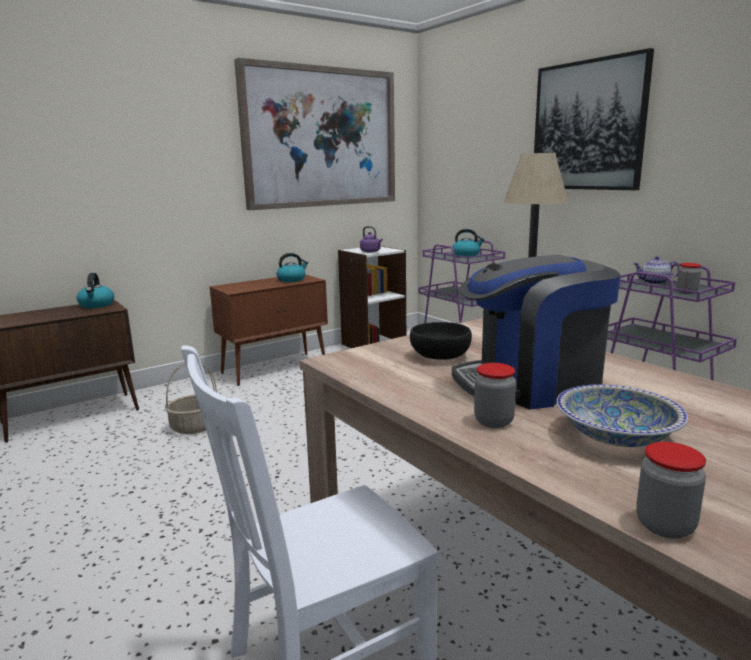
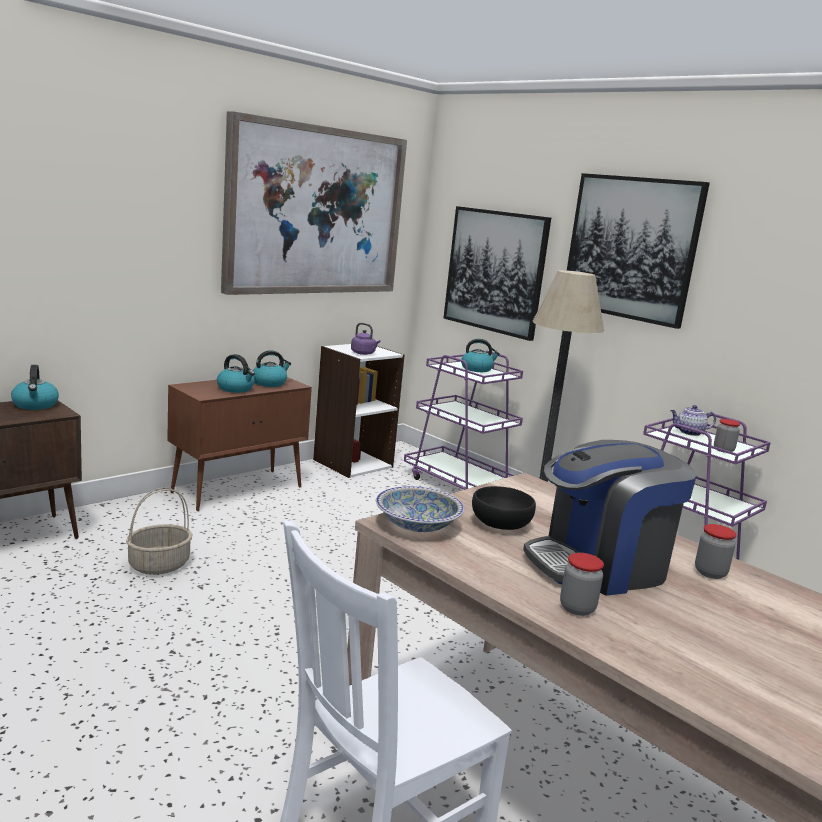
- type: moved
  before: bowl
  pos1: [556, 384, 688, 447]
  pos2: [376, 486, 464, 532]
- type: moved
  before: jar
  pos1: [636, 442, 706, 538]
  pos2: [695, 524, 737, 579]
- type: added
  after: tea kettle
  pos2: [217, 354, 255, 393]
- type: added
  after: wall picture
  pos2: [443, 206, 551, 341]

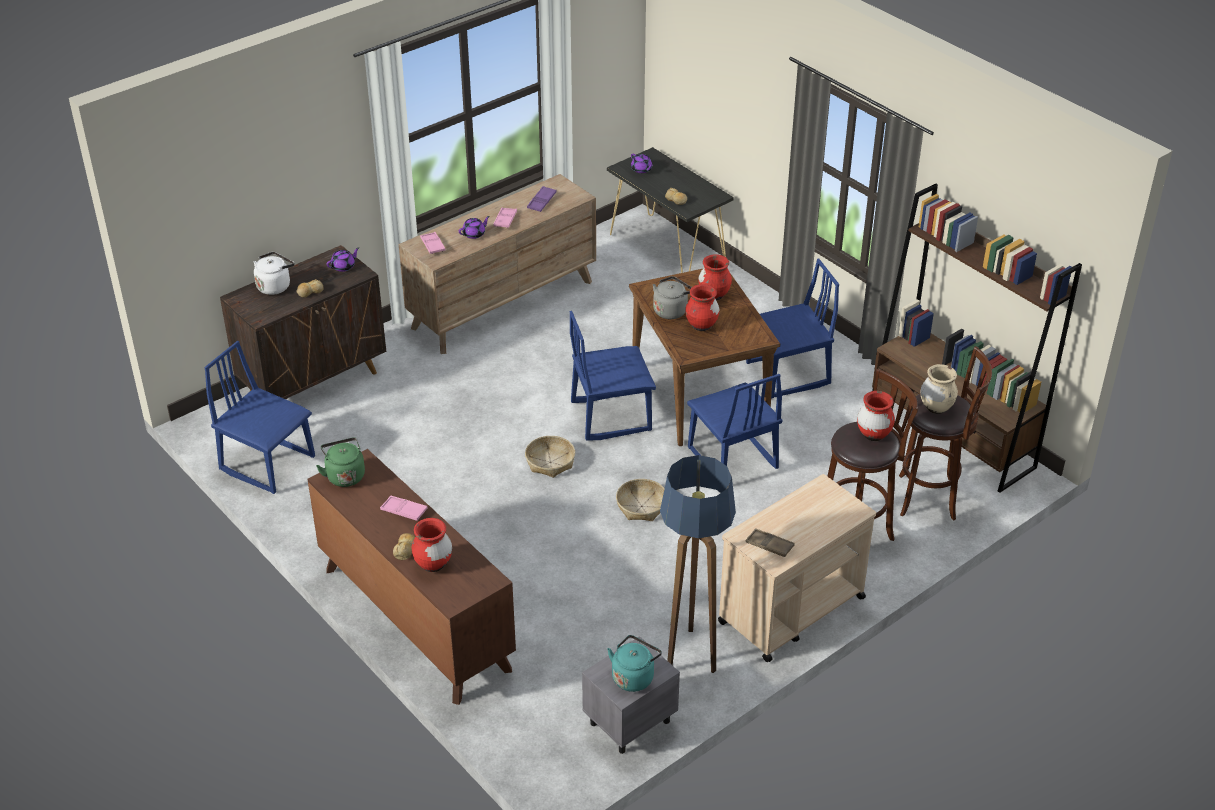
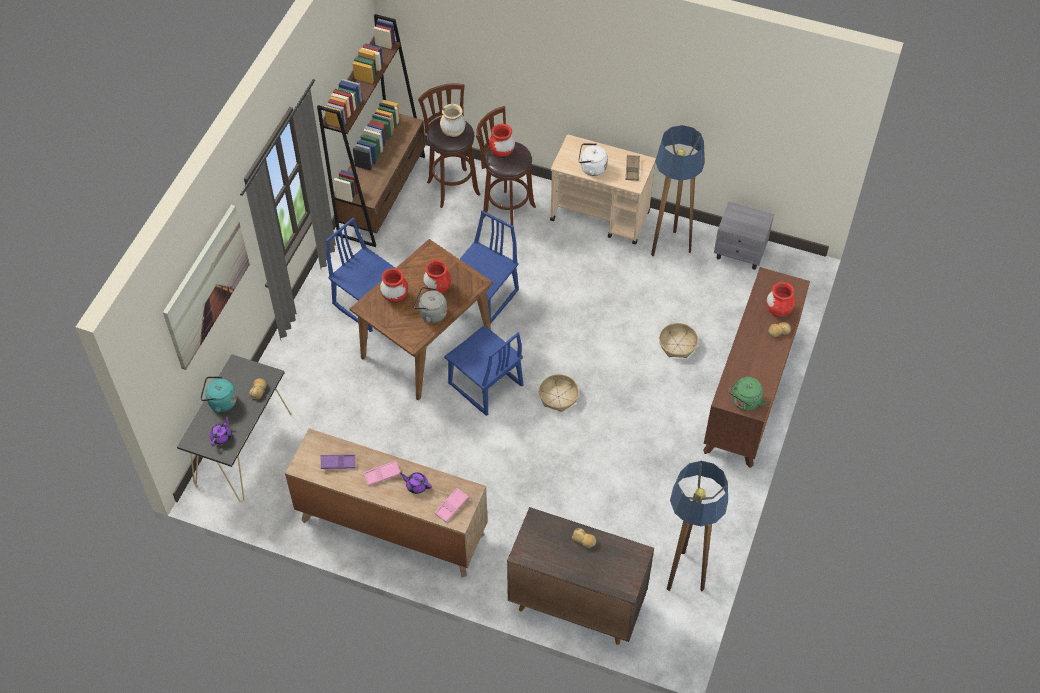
- type: replaced
  before: bluish chair
  after: floor lamp
  pos1: [204, 341, 315, 494]
  pos2: [667, 461, 728, 591]
- type: moved
  before: whitish tea kettle
  pos1: [253, 252, 294, 295]
  pos2: [578, 143, 608, 176]
- type: removed
  before: purplish pot for tea
  pos1: [326, 247, 359, 272]
- type: removed
  before: pink tray
  pos1: [380, 496, 428, 521]
- type: moved
  before: turquoise-coloured tea kettle
  pos1: [607, 635, 662, 692]
  pos2: [200, 376, 237, 413]
- type: moved
  before: household basket
  pos1: [616, 479, 665, 521]
  pos2: [659, 323, 698, 358]
- type: added
  after: wall picture
  pos2: [163, 205, 250, 370]

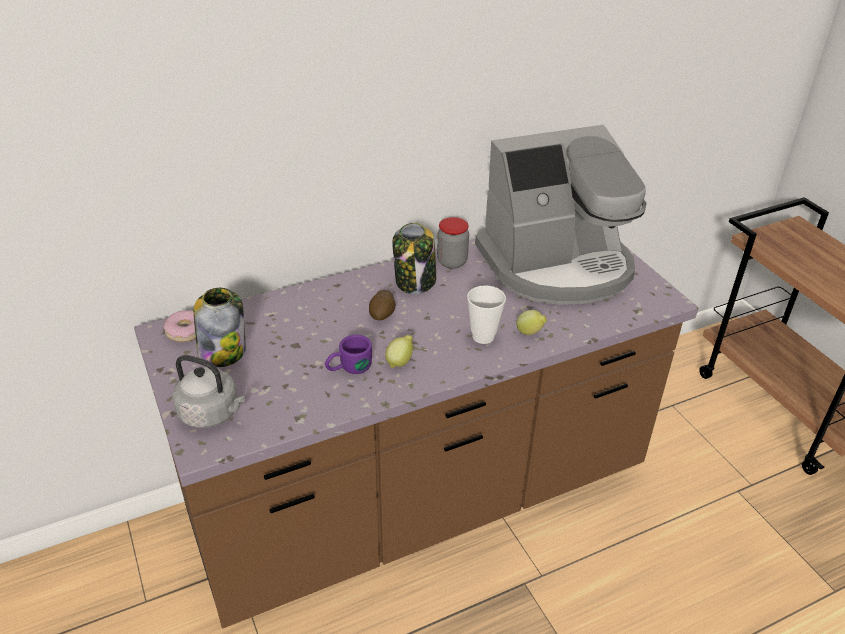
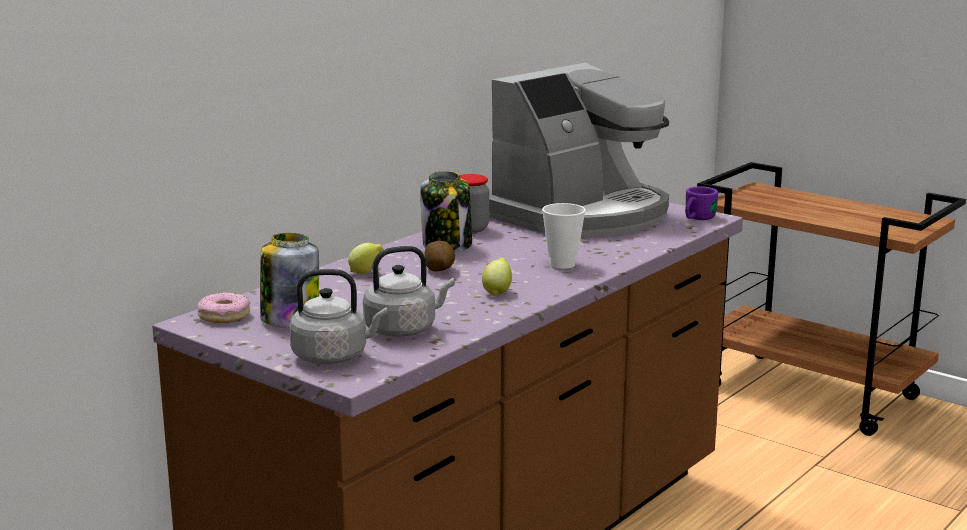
- type: moved
  before: purplish tea mug
  pos1: [325, 334, 372, 374]
  pos2: [685, 186, 718, 220]
- type: moved
  before: lemon
  pos1: [516, 310, 547, 335]
  pos2: [348, 243, 384, 274]
- type: added
  after: grey tea kettle
  pos2: [363, 246, 455, 337]

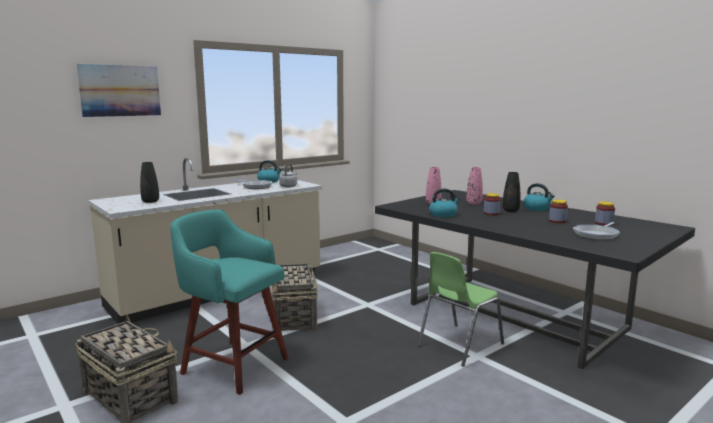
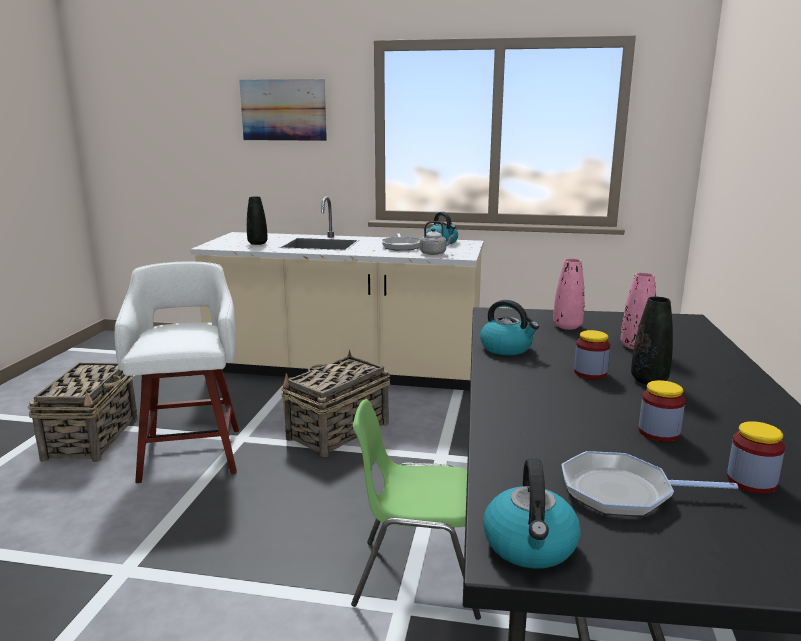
- type: recoloured
  before: turquoise-coloured stool seat
  after: whitish stool seat
  pos1: [170, 210, 289, 395]
  pos2: [115, 262, 239, 483]
- type: moved
  before: tea kettle
  pos1: [523, 183, 555, 211]
  pos2: [483, 458, 581, 569]

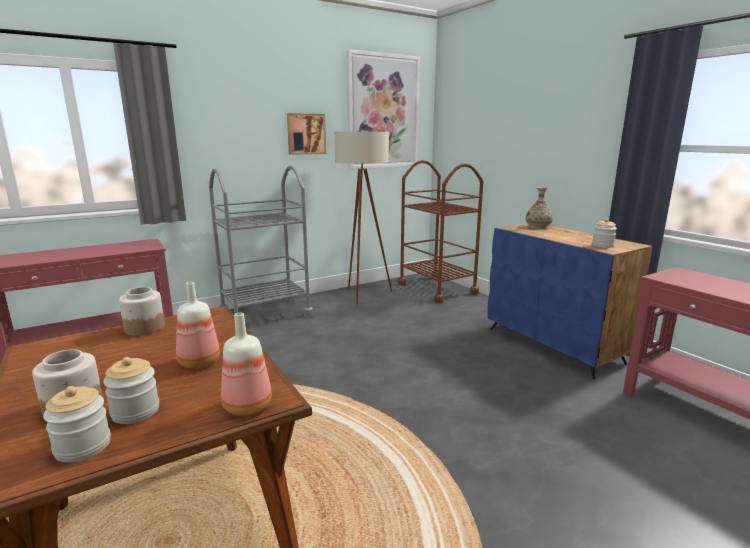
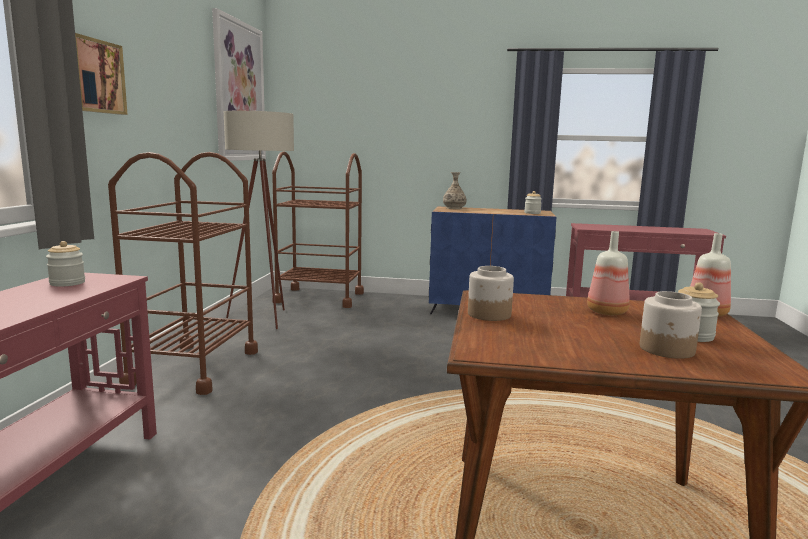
- type: moved
  before: jar
  pos1: [43, 386, 111, 463]
  pos2: [46, 241, 85, 287]
- type: recoloured
  before: grey wheeled cart
  after: brown wheeled cart
  pos1: [209, 166, 313, 317]
  pos2: [108, 152, 258, 395]
- type: moved
  before: wall picture
  pos1: [287, 113, 326, 155]
  pos2: [75, 33, 128, 115]

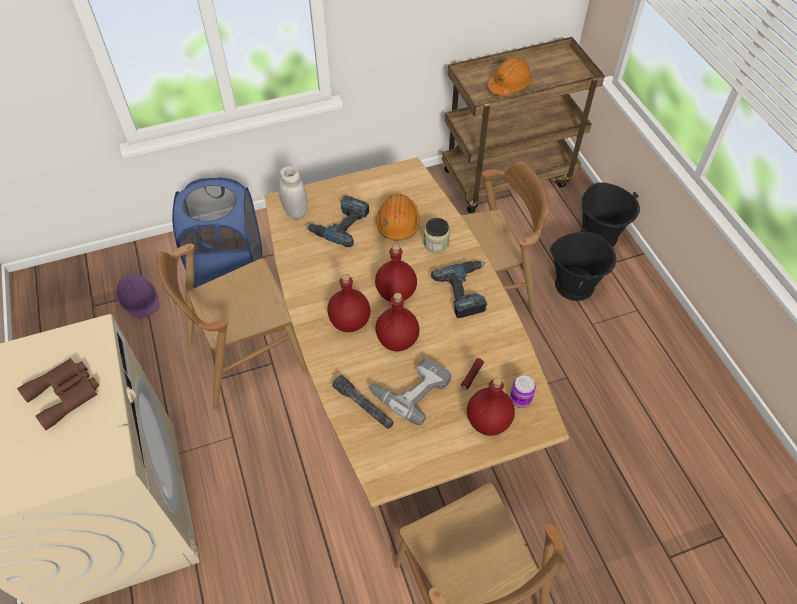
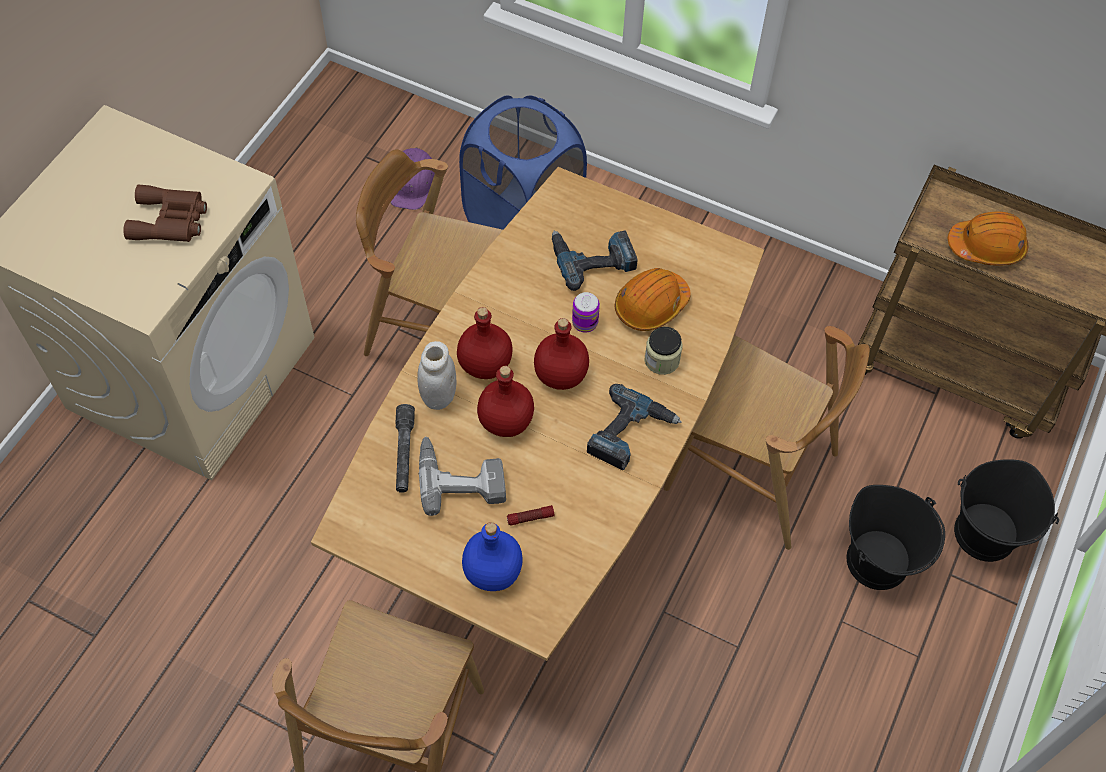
- type: moved
  before: whitish jar
  pos1: [279, 166, 308, 219]
  pos2: [417, 341, 457, 410]
- type: recoloured
  before: red-coloured drink bottle
  after: bluish drink bottle
  pos1: [467, 377, 515, 436]
  pos2: [462, 522, 523, 591]
- type: moved
  before: metal can
  pos1: [510, 375, 536, 408]
  pos2: [572, 292, 600, 333]

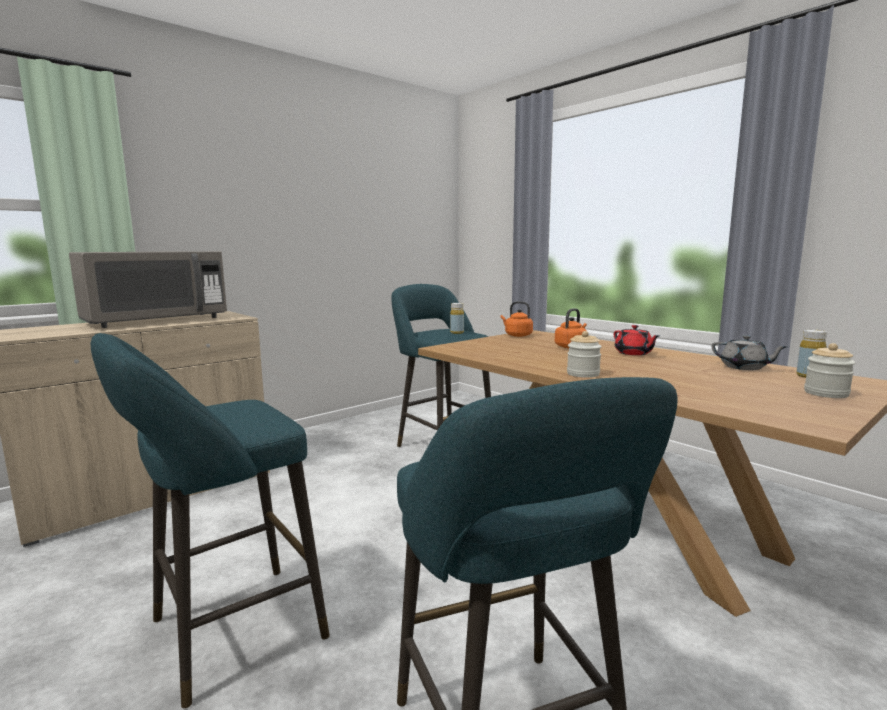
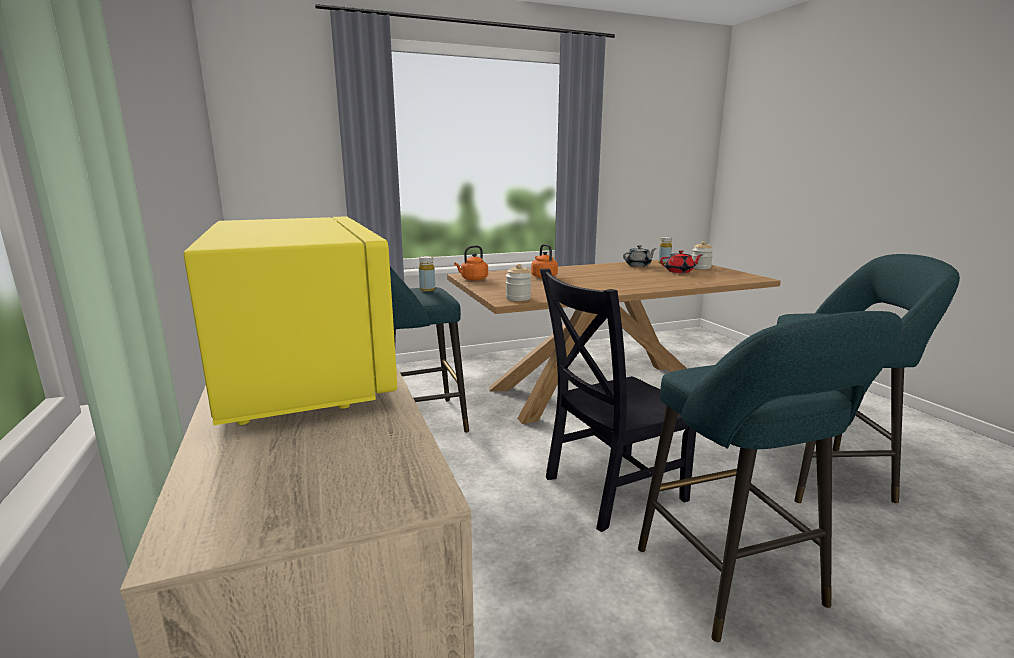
- type: recoloured
  before: grey microwave
  after: yellowish microwave
  pos1: [69, 251, 227, 328]
  pos2: [183, 216, 397, 425]
- type: moved
  before: jar
  pos1: [567, 331, 602, 378]
  pos2: [506, 264, 532, 301]
- type: moved
  before: red-coloured pot for tea
  pos1: [614, 325, 660, 355]
  pos2: [660, 250, 702, 273]
- type: added
  after: black chair
  pos2: [540, 269, 696, 532]

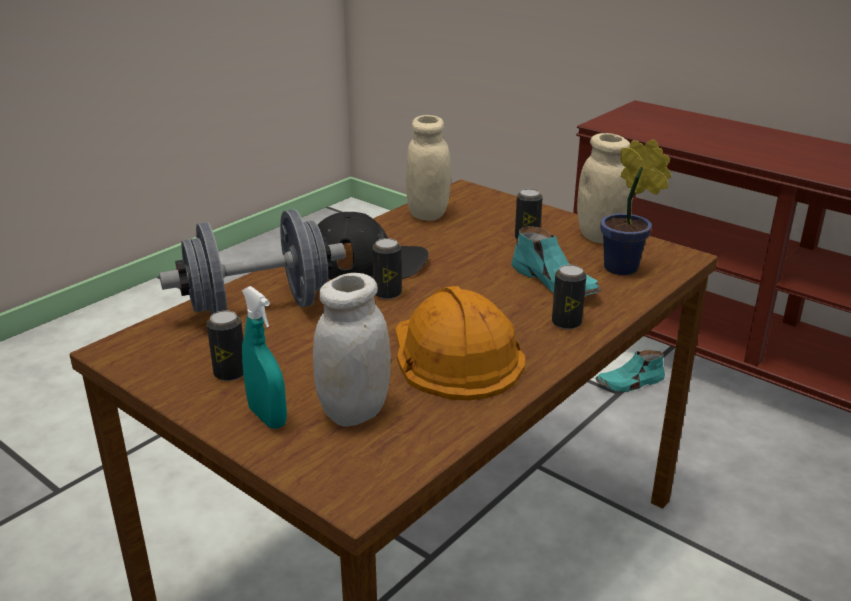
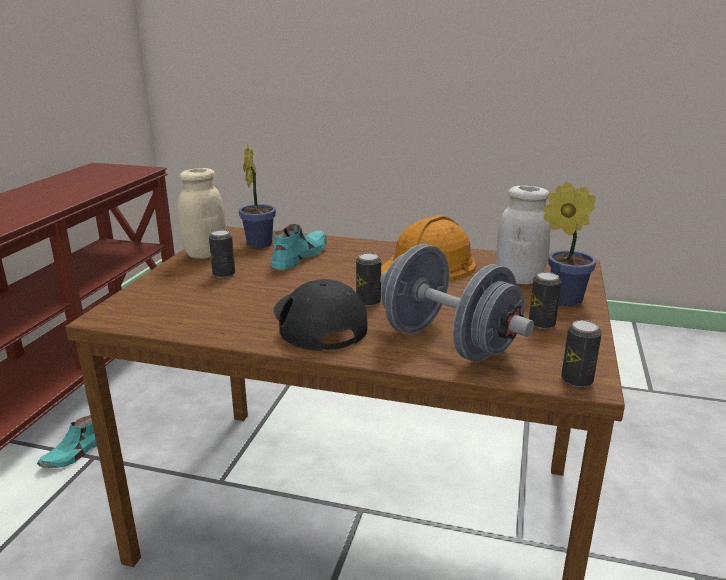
- type: replaced
  before: turquoise-coloured hand sprayer
  after: plant in a pot
  pos1: [242, 286, 287, 429]
  pos2: [543, 182, 596, 306]
- type: removed
  before: beige jar
  pos1: [406, 115, 451, 221]
- type: moved
  before: metal can
  pos1: [552, 265, 587, 329]
  pos2: [561, 320, 602, 387]
- type: turned
  before: turquoise-coloured low shoe
  pos1: [595, 350, 665, 392]
  pos2: [37, 415, 97, 468]
  turn: 75

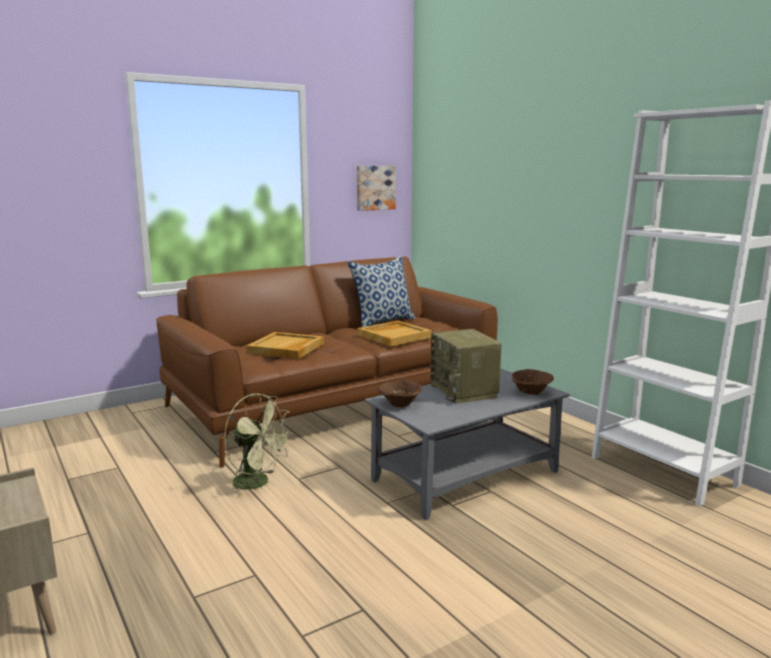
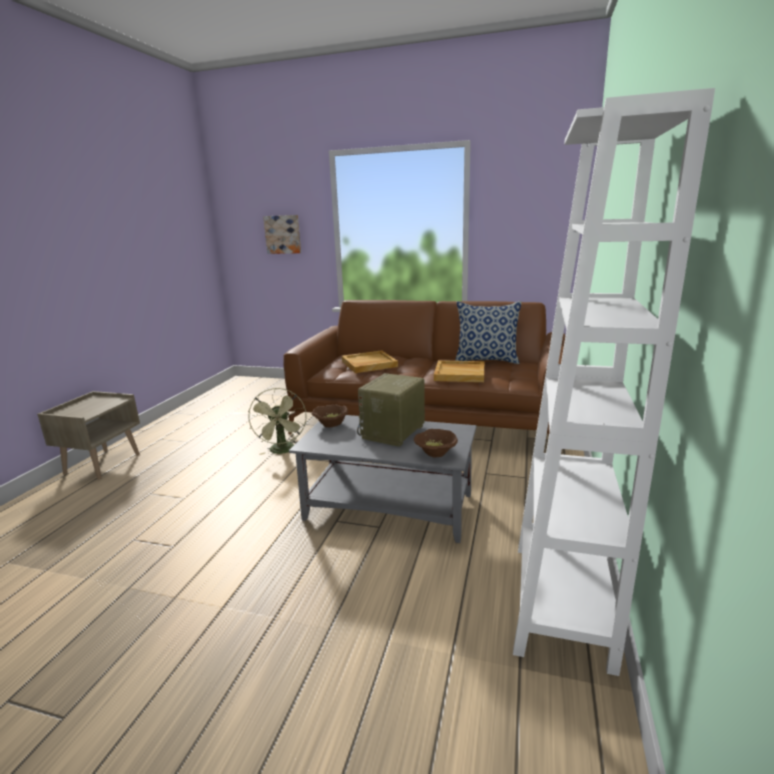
- type: moved
  before: wall picture
  pos1: [357, 166, 396, 211]
  pos2: [263, 215, 301, 254]

